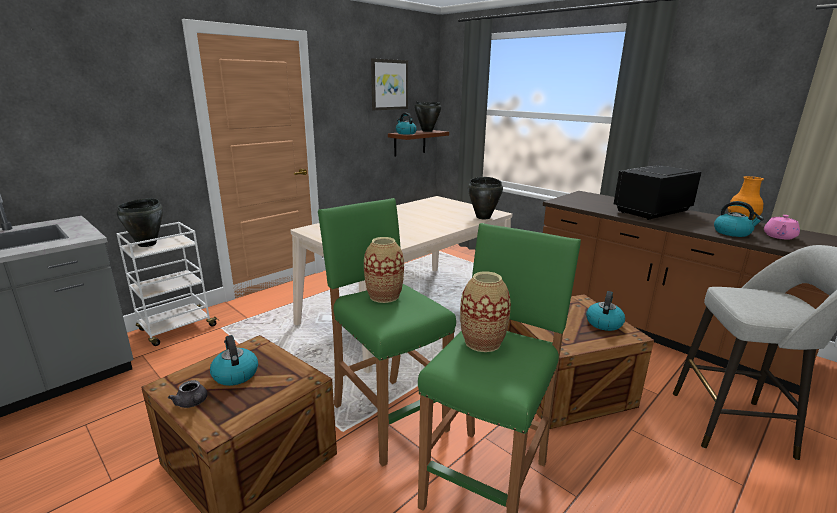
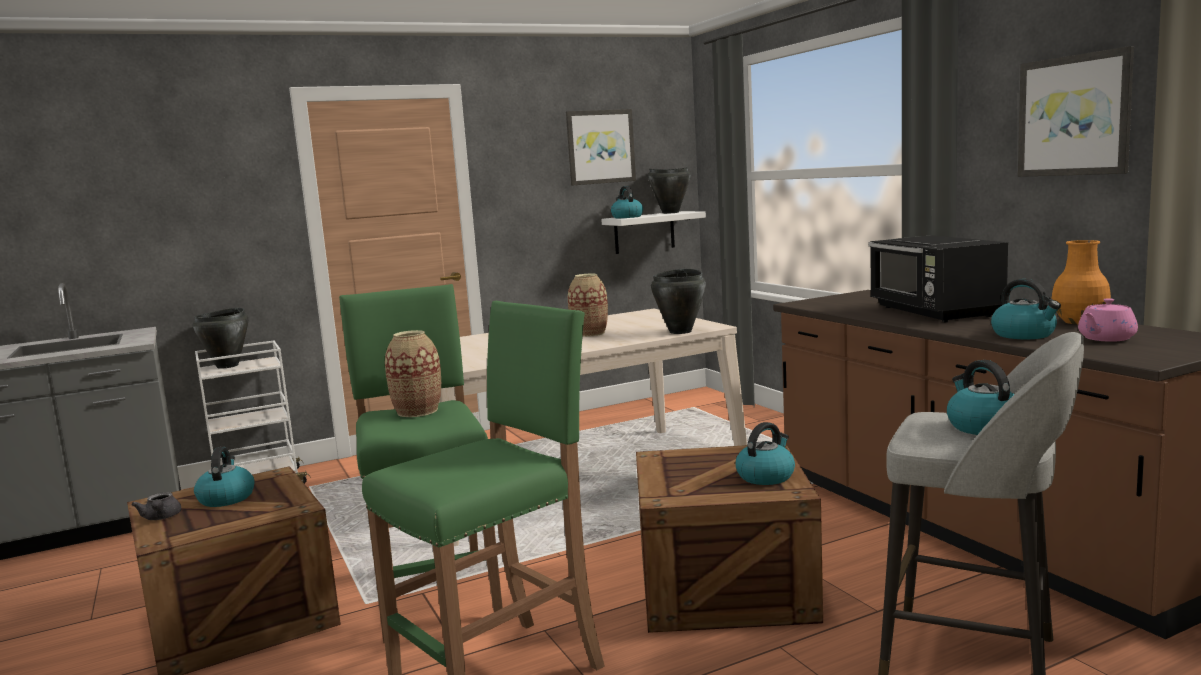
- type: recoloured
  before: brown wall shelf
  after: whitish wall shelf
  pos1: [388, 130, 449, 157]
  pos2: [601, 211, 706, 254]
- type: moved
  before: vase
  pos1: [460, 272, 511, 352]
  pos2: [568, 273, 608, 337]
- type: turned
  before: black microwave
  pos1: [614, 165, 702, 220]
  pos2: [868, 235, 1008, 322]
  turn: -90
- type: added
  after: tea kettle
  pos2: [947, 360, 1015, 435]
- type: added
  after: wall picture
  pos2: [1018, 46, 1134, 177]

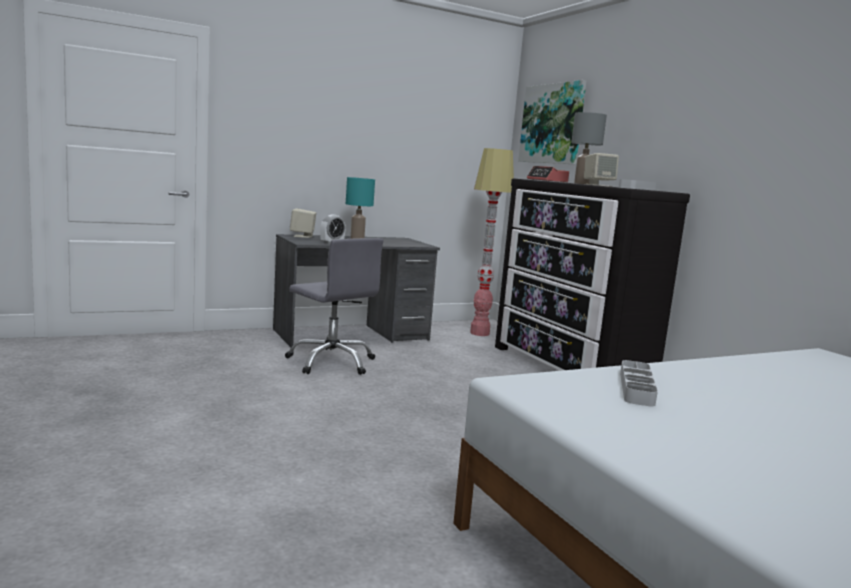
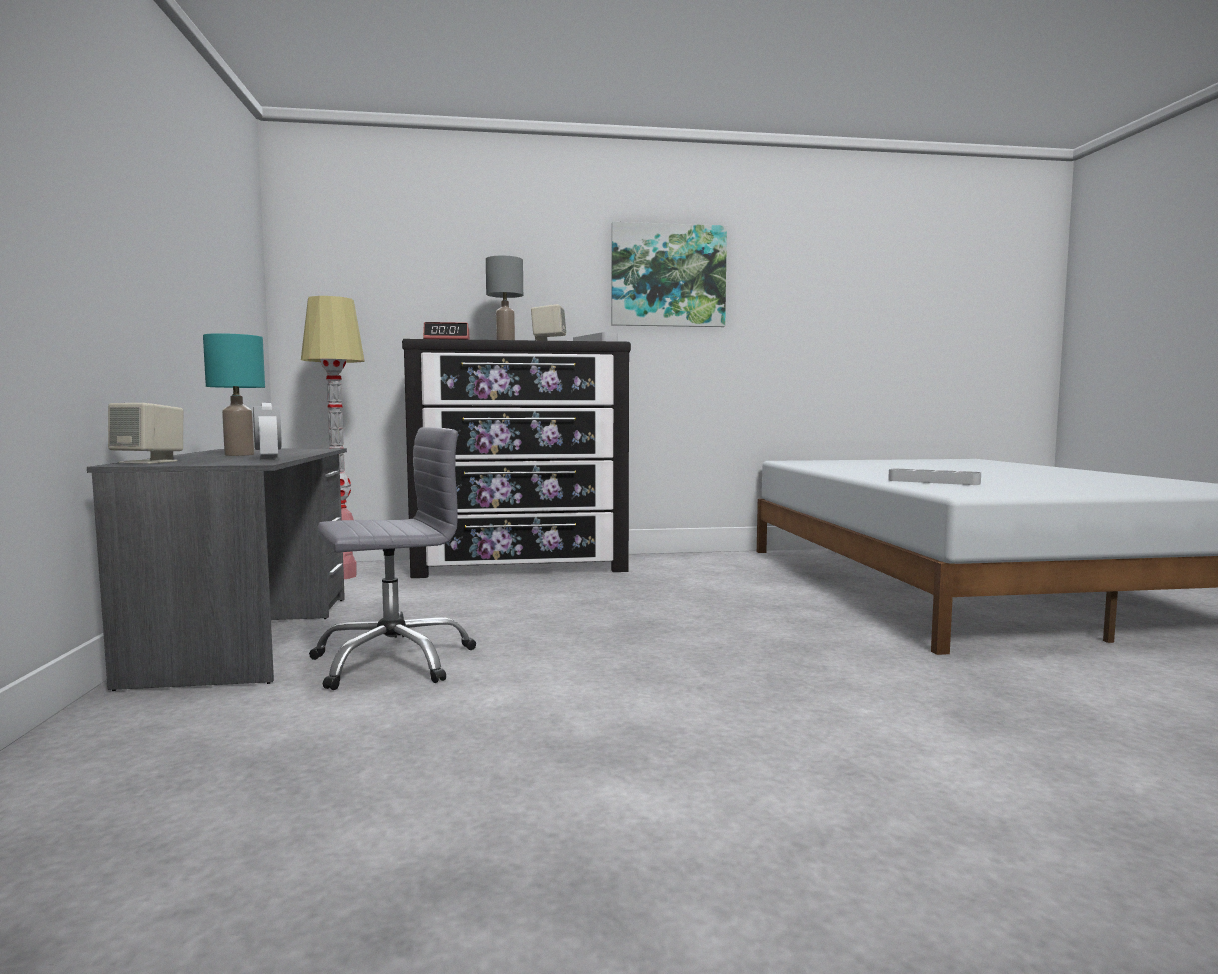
- type: moved
  before: wall picture
  pos1: [518, 80, 586, 165]
  pos2: [611, 222, 727, 327]

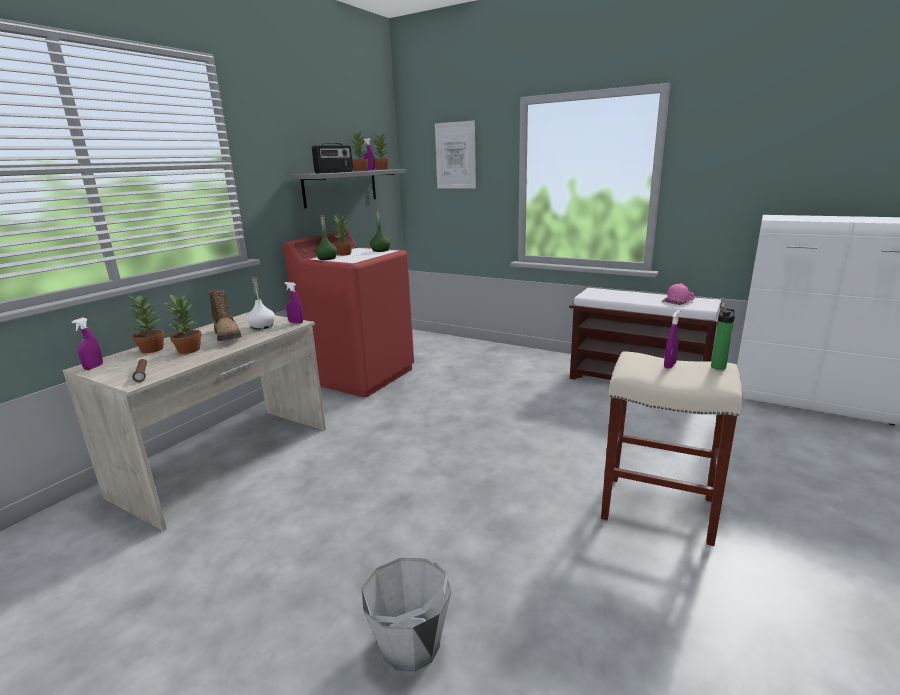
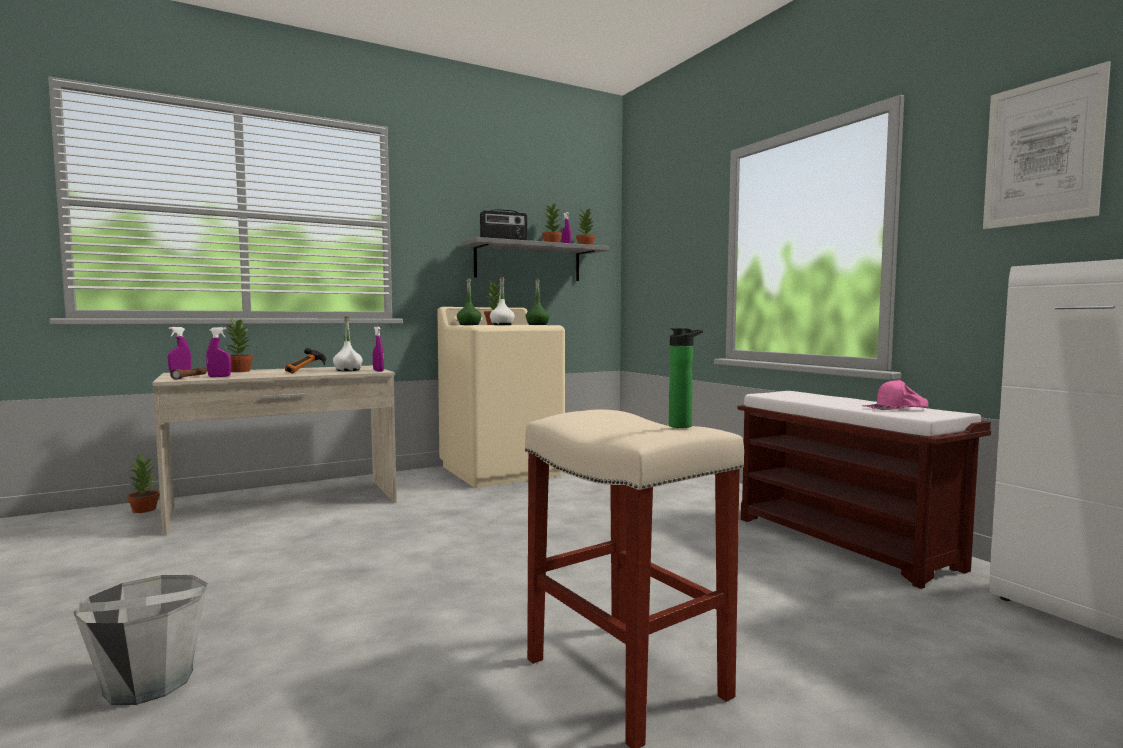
- type: moved
  before: plant in a pot
  pos1: [165, 293, 202, 354]
  pos2: [127, 455, 160, 513]
- type: replaced
  before: boot
  after: hammer
  pos1: [208, 290, 242, 341]
  pos2: [285, 348, 326, 374]
- type: recoloured
  before: red-coloured laundry appliance
  after: beige laundry appliance
  pos1: [283, 231, 414, 398]
  pos2: [438, 307, 565, 488]
- type: moved
  before: wall picture
  pos1: [435, 120, 476, 189]
  pos2: [983, 61, 1111, 229]
- type: moved
  before: purplish hand sprayer
  pos1: [664, 310, 680, 369]
  pos2: [206, 327, 231, 377]
- type: added
  after: whitish drink bottle
  pos2: [490, 277, 515, 325]

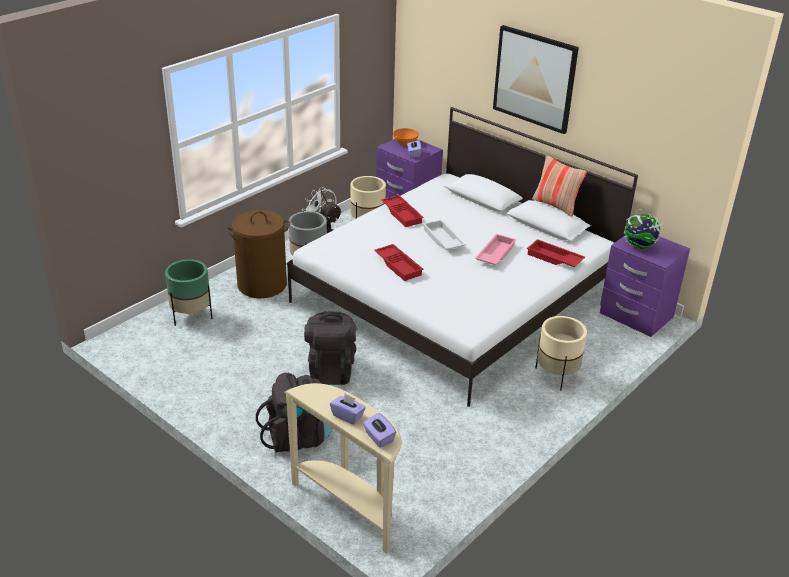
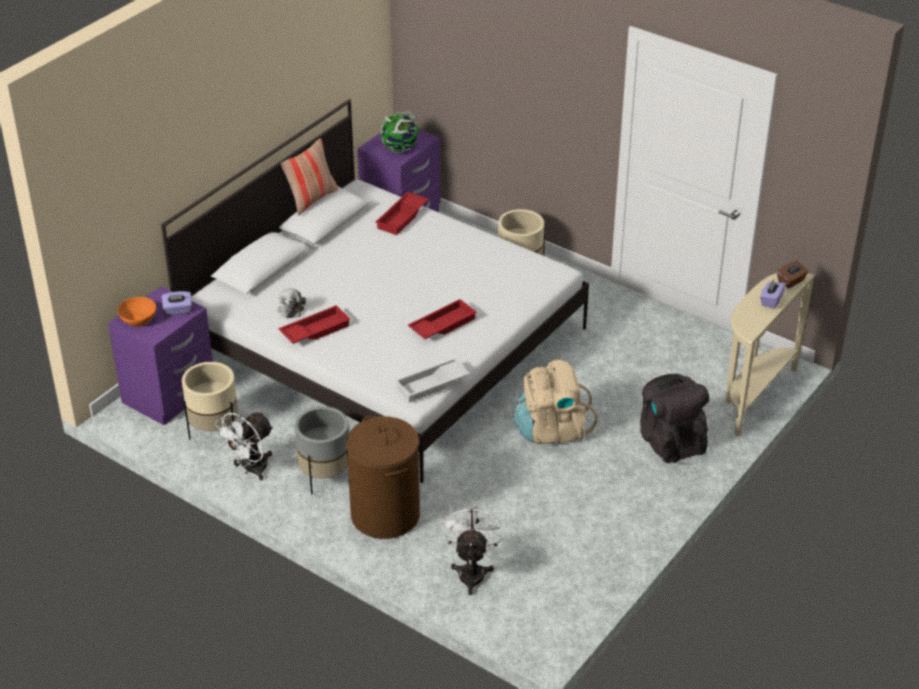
- type: replaced
  before: green-coloured plant pot
  after: whitish cooling fan
  pos1: [165, 259, 212, 326]
  pos2: [442, 500, 504, 595]
- type: recoloured
  before: black rucksack
  after: beige rucksack
  pos1: [304, 311, 357, 385]
  pos2: [514, 360, 598, 444]
- type: recoloured
  before: purplish tissue holder
  after: brown tissue holder
  pos1: [363, 413, 396, 447]
  pos2: [777, 261, 808, 288]
- type: moved
  before: whitish tray
  pos1: [423, 220, 466, 250]
  pos2: [395, 358, 470, 403]
- type: removed
  before: pink tray
  pos1: [475, 234, 516, 265]
- type: removed
  before: wall picture
  pos1: [493, 25, 579, 134]
- type: added
  after: plush toy
  pos2: [277, 288, 306, 318]

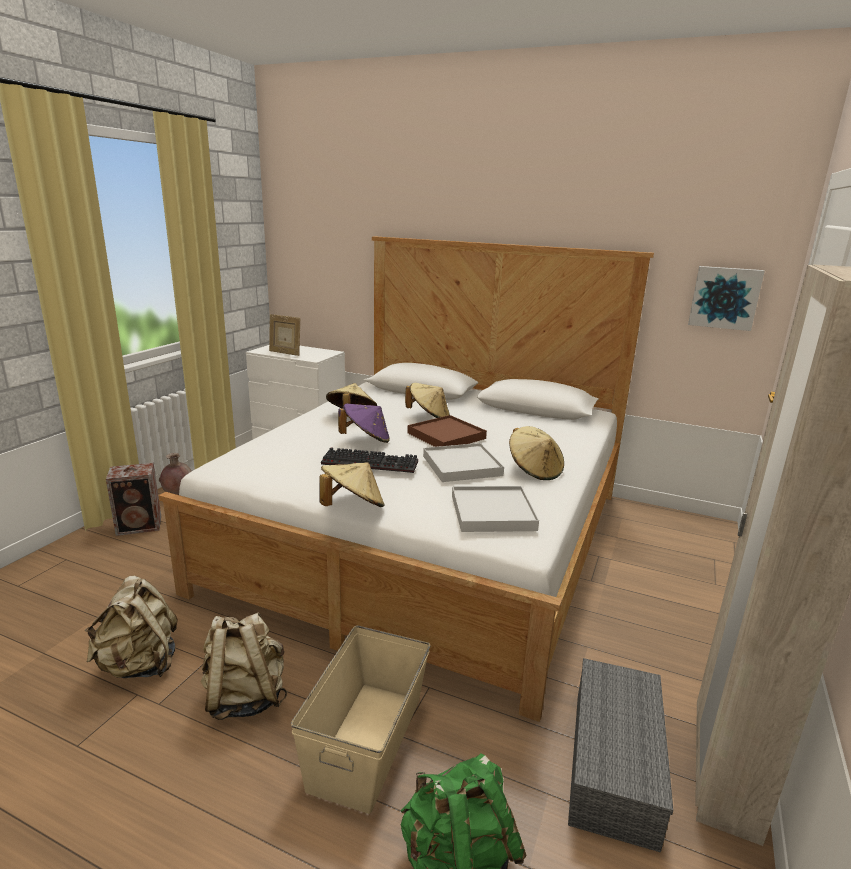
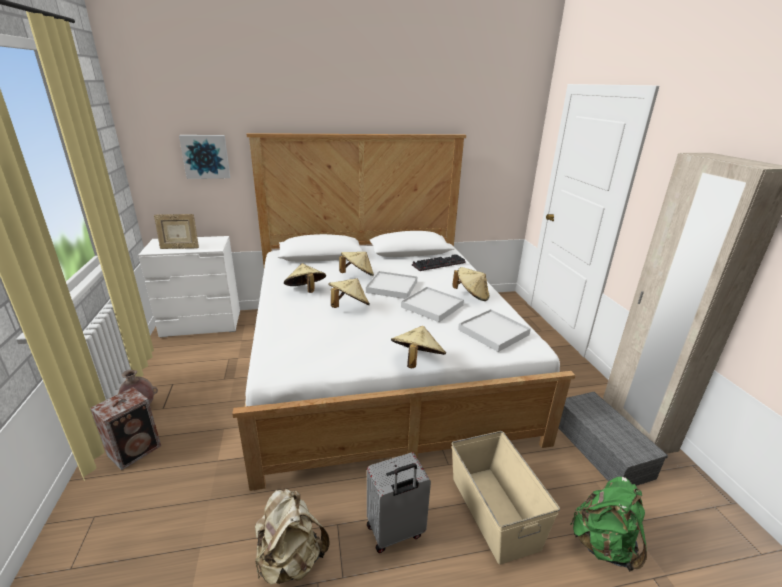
- type: replaced
  before: beige rucksack
  after: grey suitcase
  pos1: [201, 613, 287, 720]
  pos2: [367, 452, 431, 553]
- type: moved
  before: PC keyboard
  pos1: [321, 447, 418, 473]
  pos2: [412, 254, 466, 271]
- type: recoloured
  before: purplish wearable hat
  after: beige wearable hat
  pos1: [338, 404, 390, 443]
  pos2: [328, 278, 370, 308]
- type: recoloured
  before: brown tray
  after: whitish tray
  pos1: [407, 415, 487, 447]
  pos2: [366, 271, 417, 299]
- type: moved
  before: wall picture
  pos1: [688, 266, 765, 331]
  pos2: [179, 135, 230, 179]

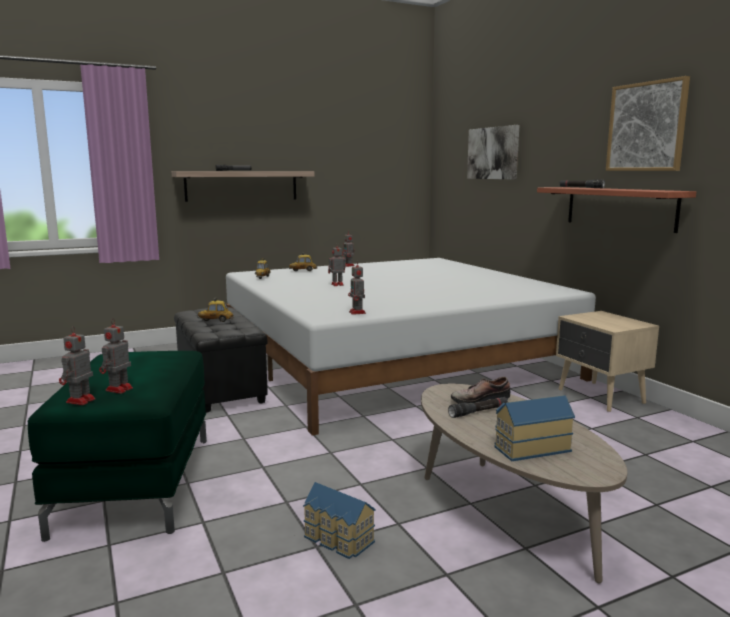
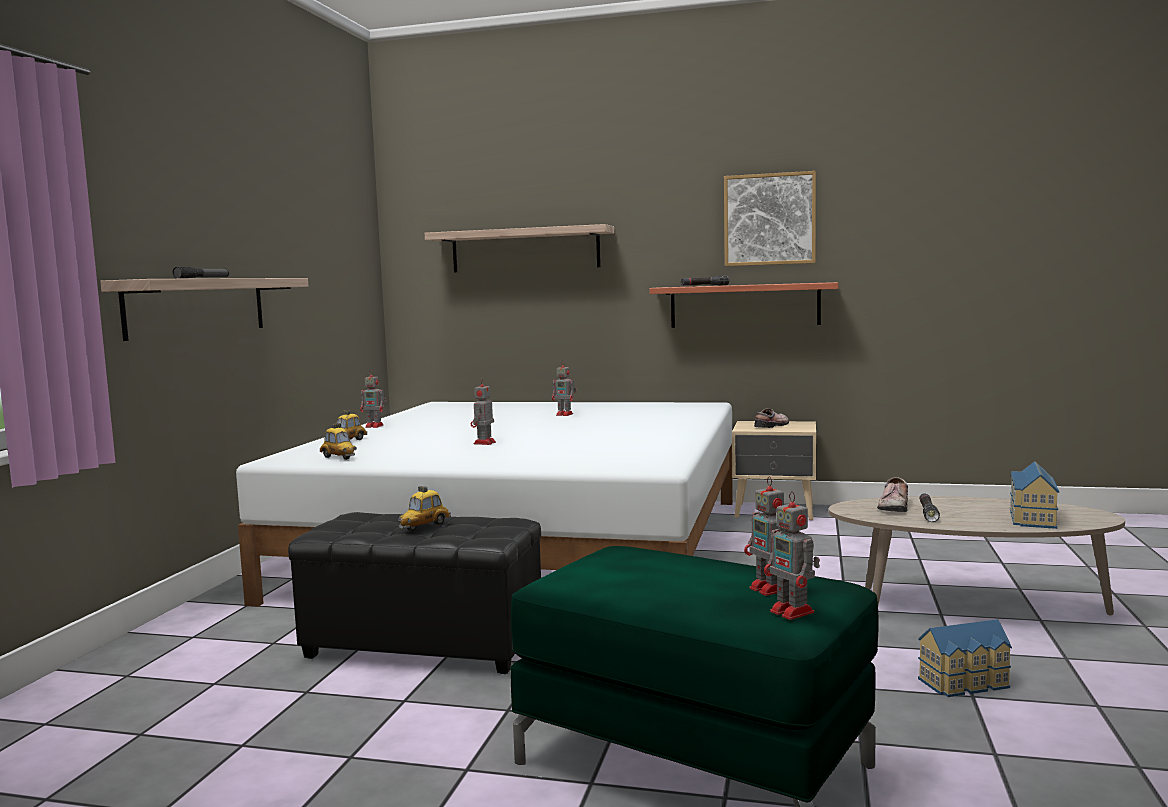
- type: moved
  before: model robot
  pos1: [348, 261, 366, 315]
  pos2: [552, 361, 577, 416]
- type: replaced
  before: wall picture
  after: wall shelf
  pos1: [467, 125, 519, 179]
  pos2: [425, 224, 614, 272]
- type: added
  after: low shoe
  pos2: [754, 408, 789, 428]

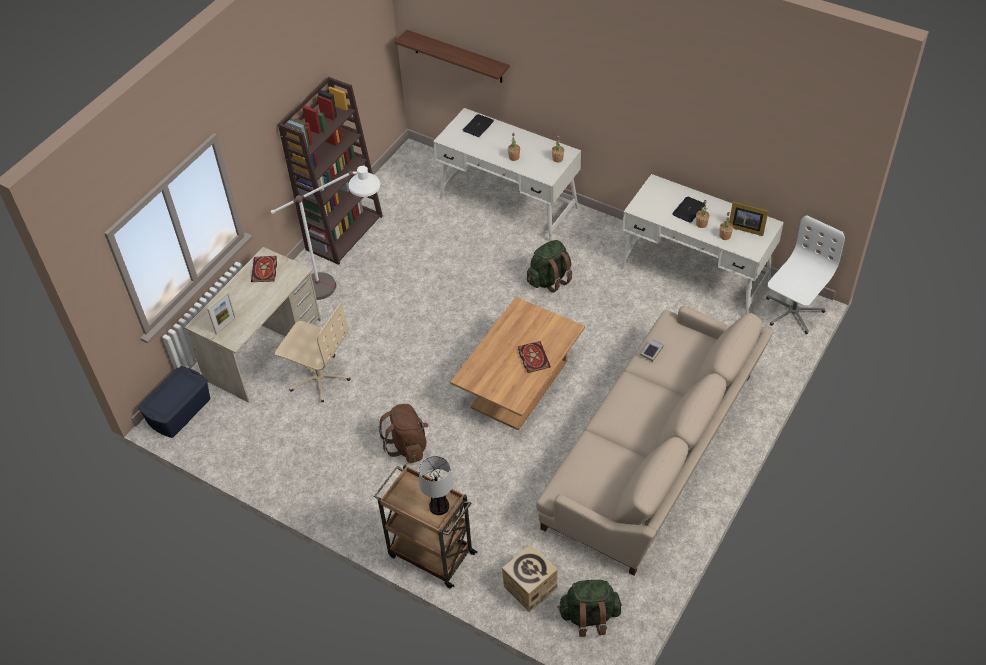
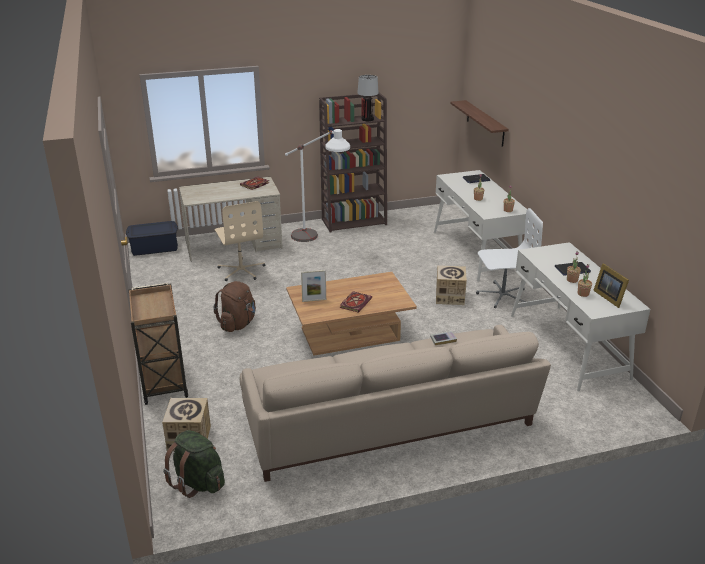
- type: moved
  before: standing frame
  pos1: [207, 292, 236, 334]
  pos2: [301, 270, 326, 302]
- type: moved
  before: lamp for a table
  pos1: [419, 456, 453, 515]
  pos2: [357, 75, 379, 121]
- type: replaced
  before: green-coloured rucksack
  after: packing box
  pos1: [527, 240, 572, 293]
  pos2: [436, 265, 467, 305]
- type: moved
  before: whitish desk chair
  pos1: [766, 216, 845, 334]
  pos2: [476, 208, 543, 308]

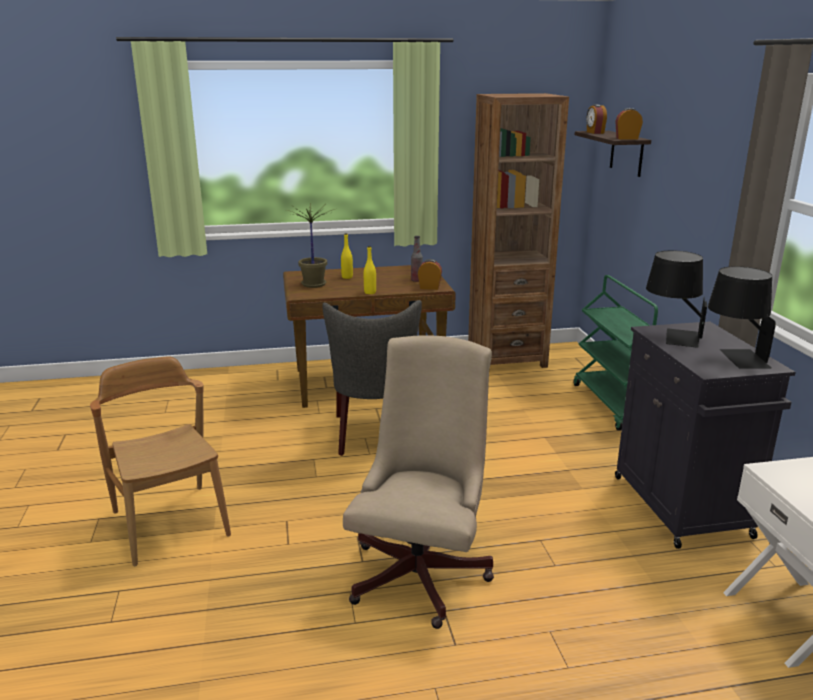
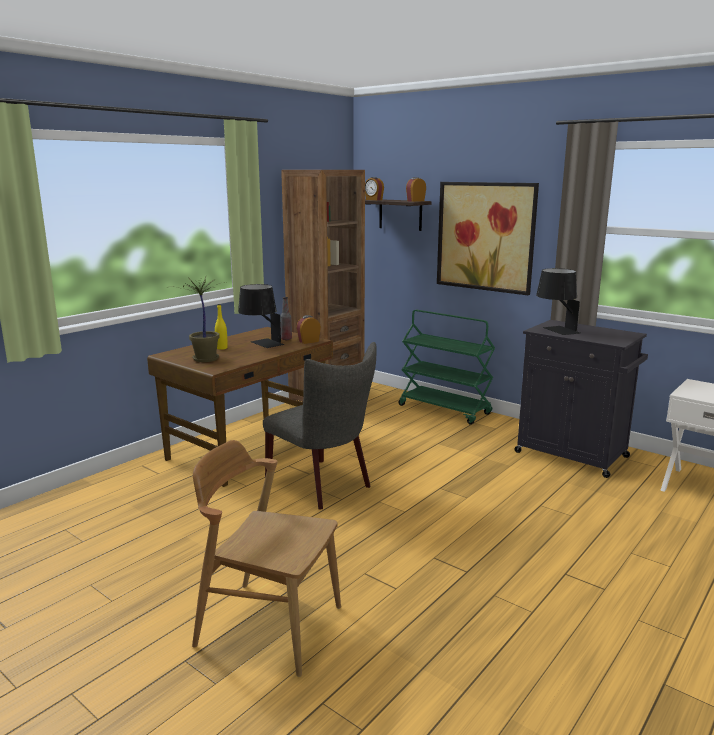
- type: removed
  before: beige desk chair
  pos1: [343, 335, 494, 629]
- type: removed
  before: yellowish drink bottle
  pos1: [364, 246, 376, 294]
- type: moved
  before: black lamp for a table
  pos1: [708, 266, 776, 369]
  pos2: [238, 284, 285, 348]
- type: added
  after: wall picture
  pos2: [437, 182, 539, 295]

